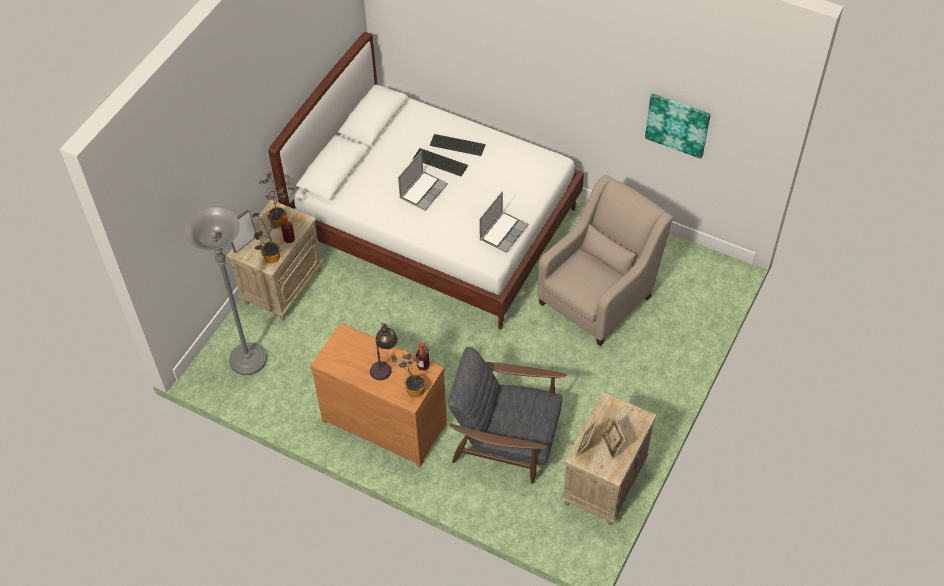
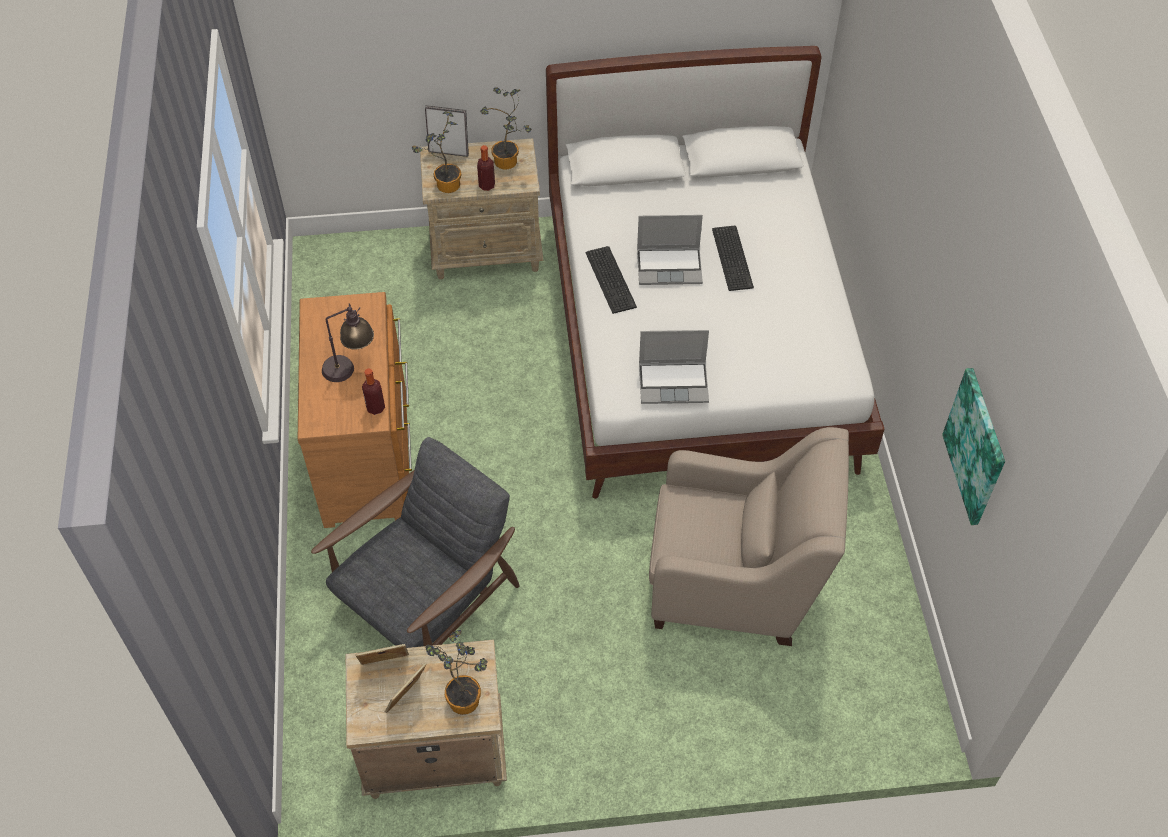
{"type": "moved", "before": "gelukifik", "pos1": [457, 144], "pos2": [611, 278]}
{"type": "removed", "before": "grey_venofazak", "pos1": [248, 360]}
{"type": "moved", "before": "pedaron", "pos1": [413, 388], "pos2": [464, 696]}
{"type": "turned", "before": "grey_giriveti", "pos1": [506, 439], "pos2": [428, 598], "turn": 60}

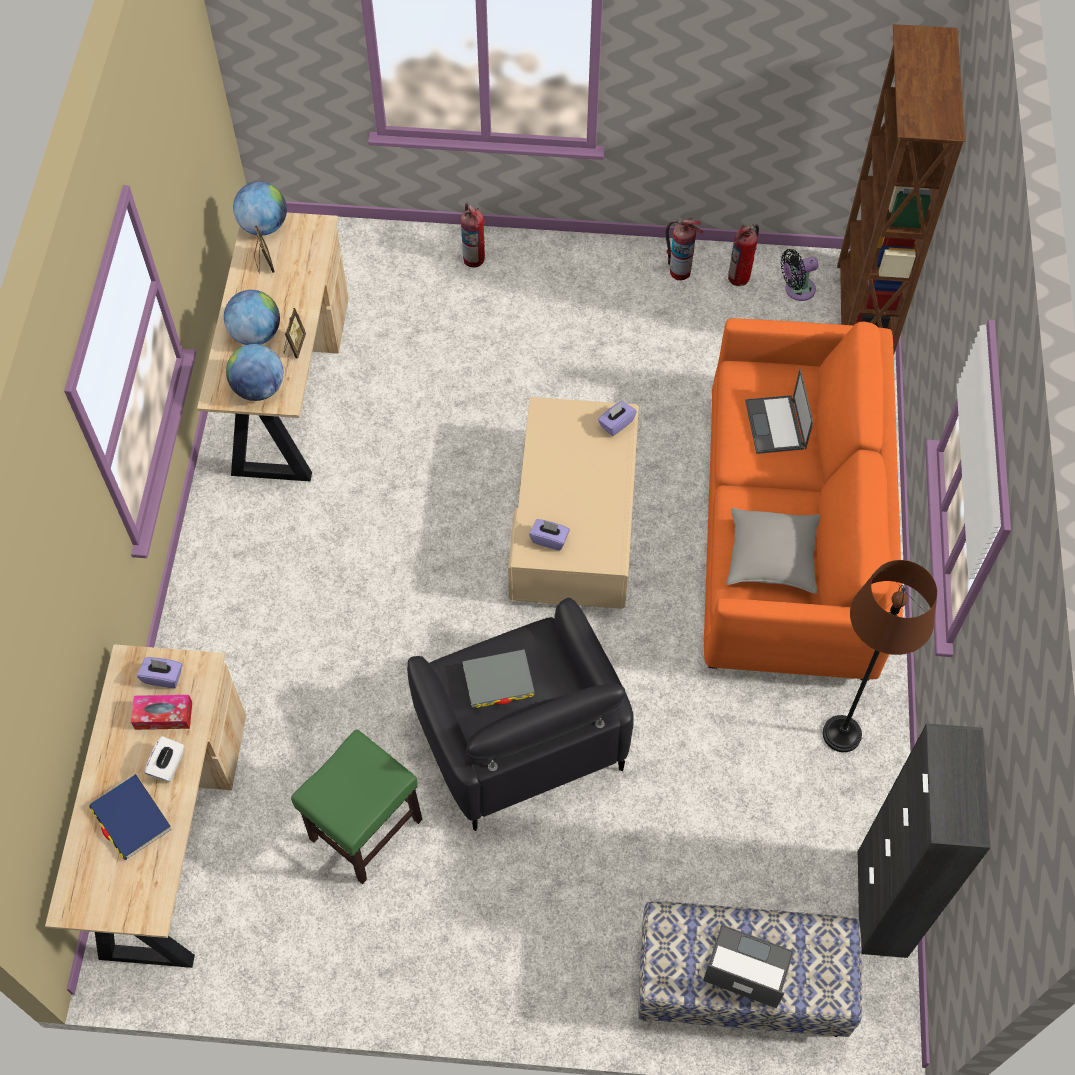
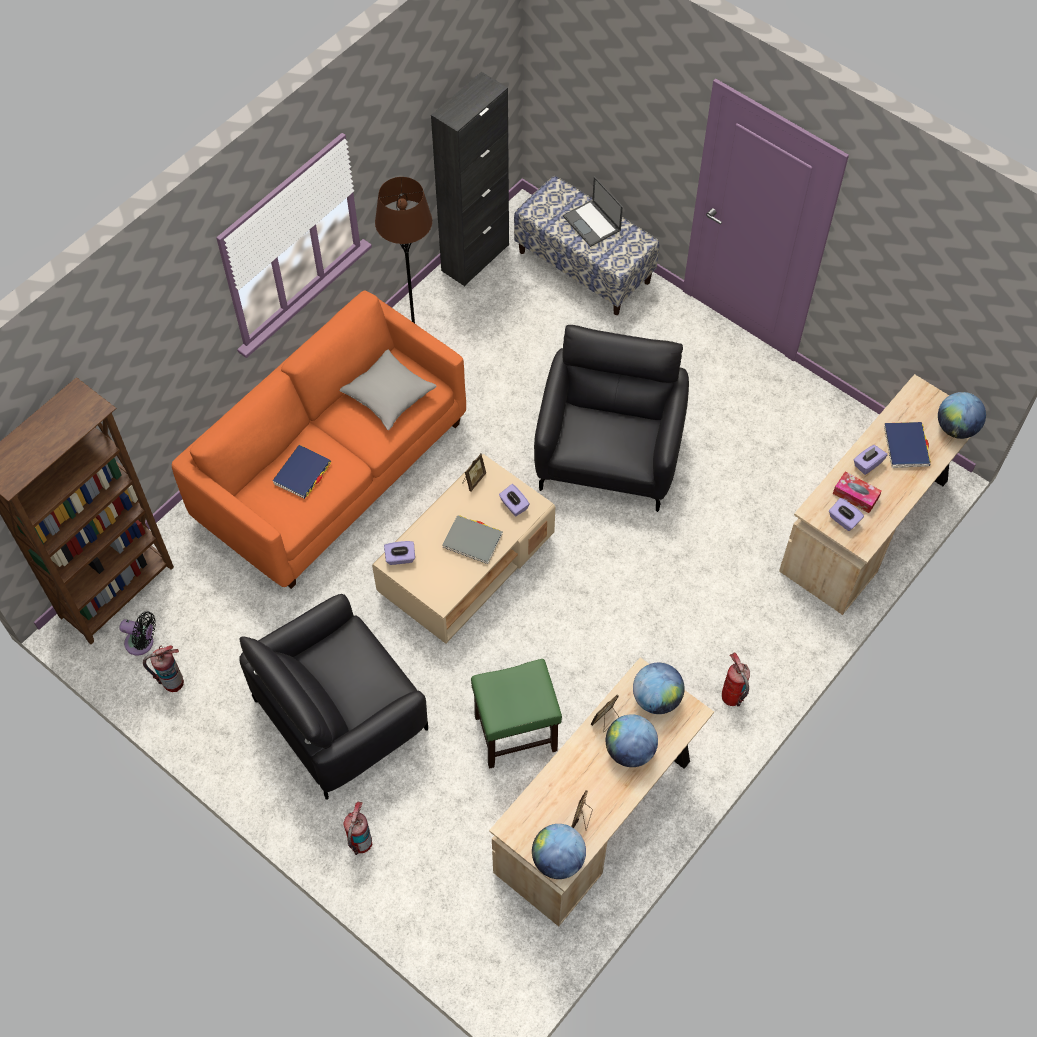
{"type": "moved", "before": "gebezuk", "pos1": [679, 271], "pos2": [731, 697]}
{"type": "replaced", "before": "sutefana", "after": "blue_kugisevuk", "pos1": [776, 425], "pos2": [302, 473]}
{"type": "moved", "before": "grey_kugisevuk", "pos1": [498, 680], "pos2": [472, 541]}
{"type": "moved", "before": "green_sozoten", "pos1": [365, 830], "pos2": [516, 733]}
{"type": "recoloured", "before": "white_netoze", "after": "purple_netoze", "pos1": [168, 765], "pos2": [867, 464]}
{"type": "added", "after": "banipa", "pos2": [956, 428]}
{"type": "added", "after": "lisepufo", "pos2": [473, 480]}
{"type": "added", "after": "black_giriveti", "pos2": [341, 714]}

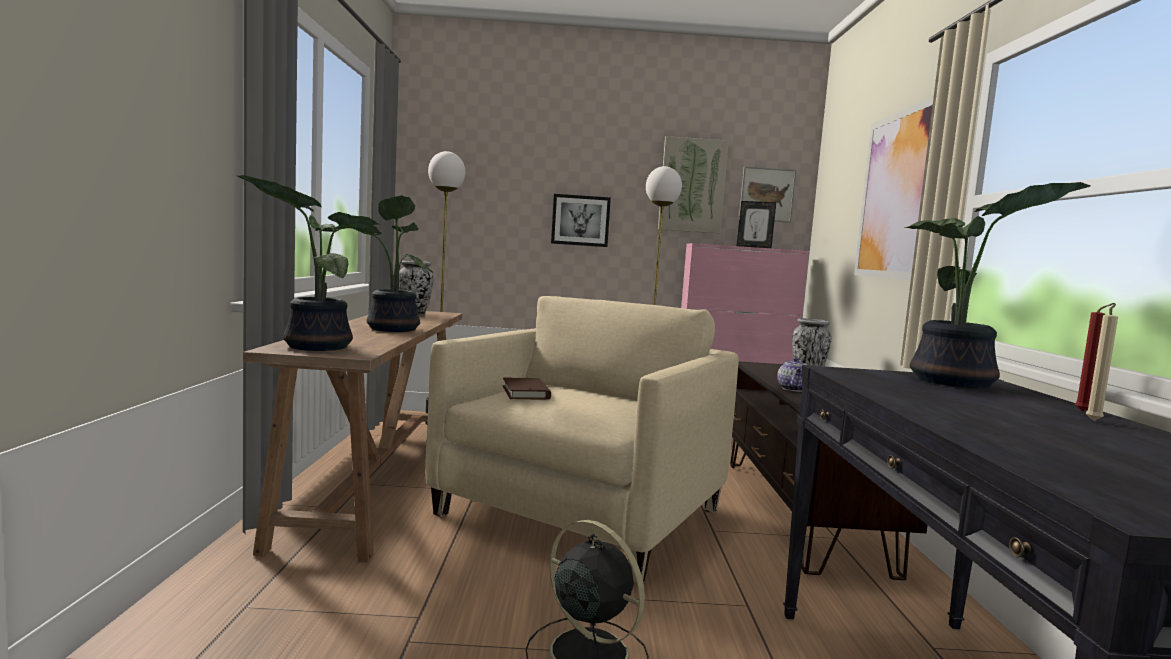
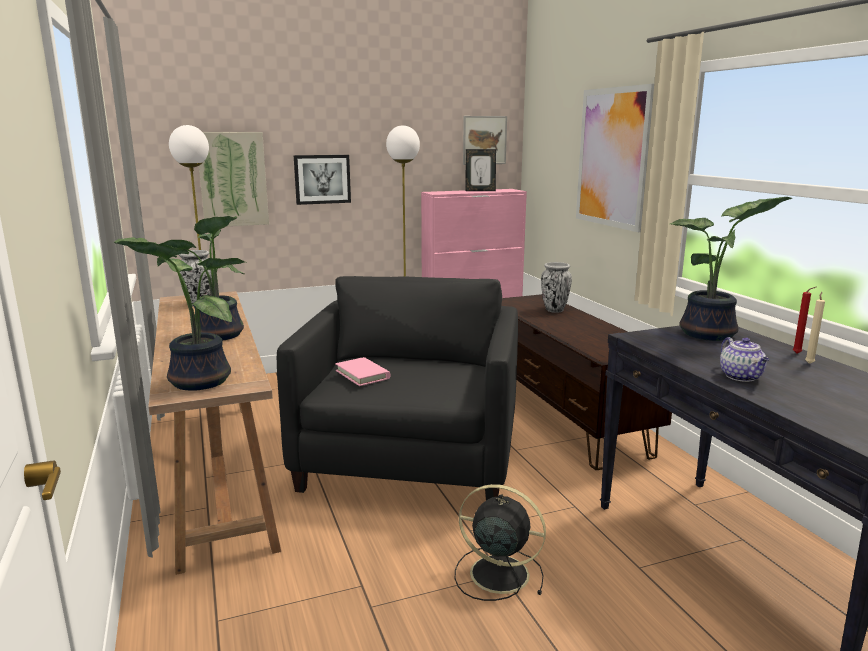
{"type": "moved", "before": "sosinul", "pos1": [692, 185], "pos2": [233, 179]}
{"type": "recoloured", "before": "beige_giriveti", "after": "black_giriveti", "pos1": [580, 512], "pos2": [410, 459]}
{"type": "moved", "before": "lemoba", "pos1": [793, 389], "pos2": [741, 377]}
{"type": "recoloured", "before": "brown_kugisevuk", "after": "pink_kugisevuk", "pos1": [526, 392], "pos2": [362, 374]}

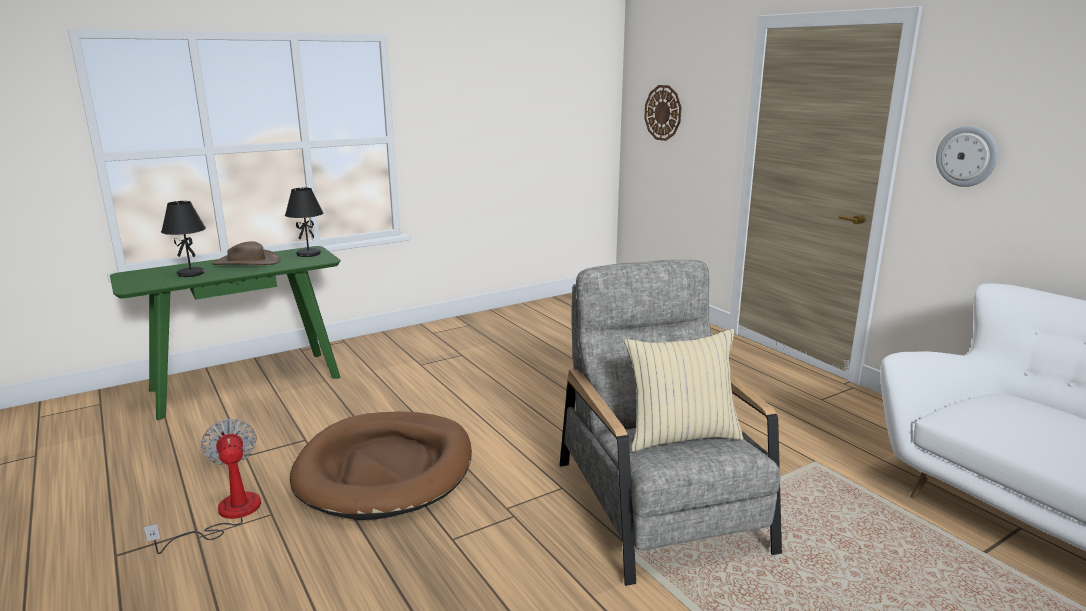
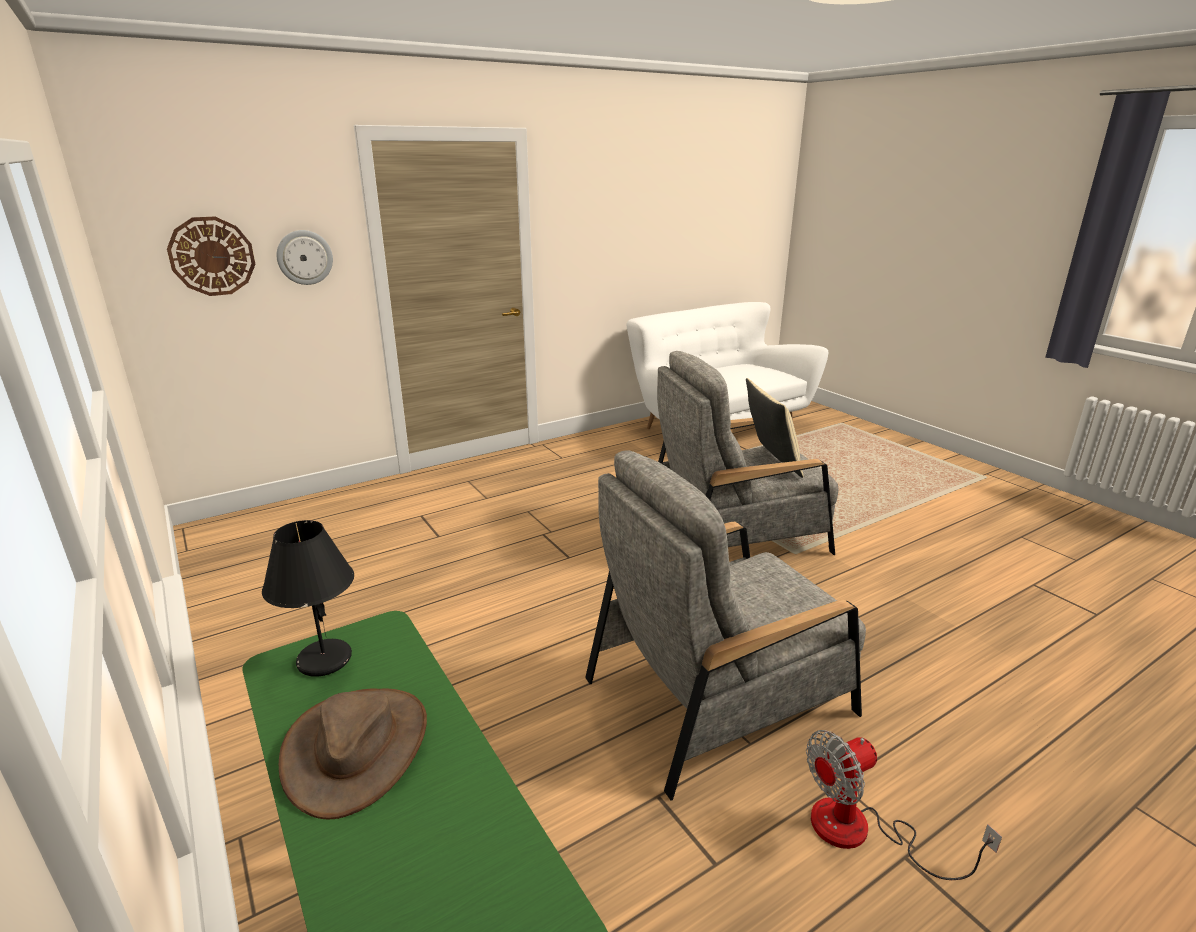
{"type": "moved", "before": "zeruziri", "pos1": [967, 156], "pos2": [304, 257]}
{"type": "removed", "before": "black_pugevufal", "pos1": [191, 273]}
{"type": "replaced", "before": "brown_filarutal", "after": "grey_giriveti", "pos1": [386, 469], "pos2": [718, 695]}

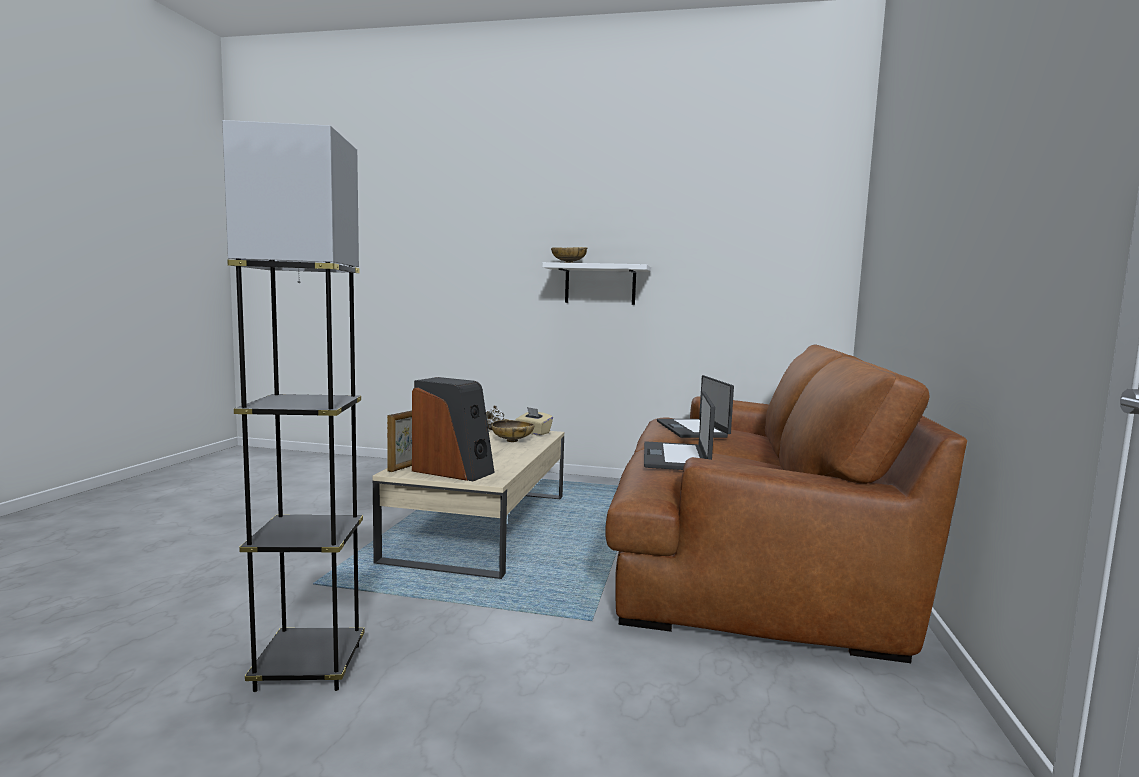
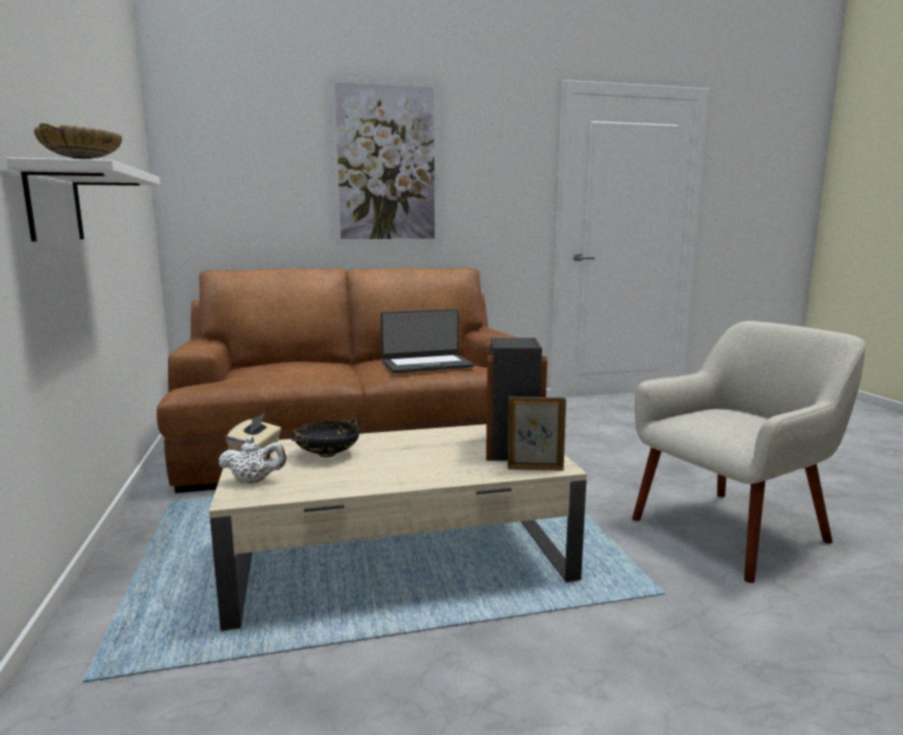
{"type": "replaced", "before": "grey_venofazak", "after": "beige_giriveti", "pos1": [309, 667], "pos2": [733, 530]}
{"type": "removed", "before": "sutefana", "pos1": [693, 429]}
{"type": "recoloured", "before": "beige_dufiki", "after": "black_dufiki", "pos1": [512, 441], "pos2": [327, 454]}
{"type": "added", "after": "sosinul", "pos2": [386, 164]}

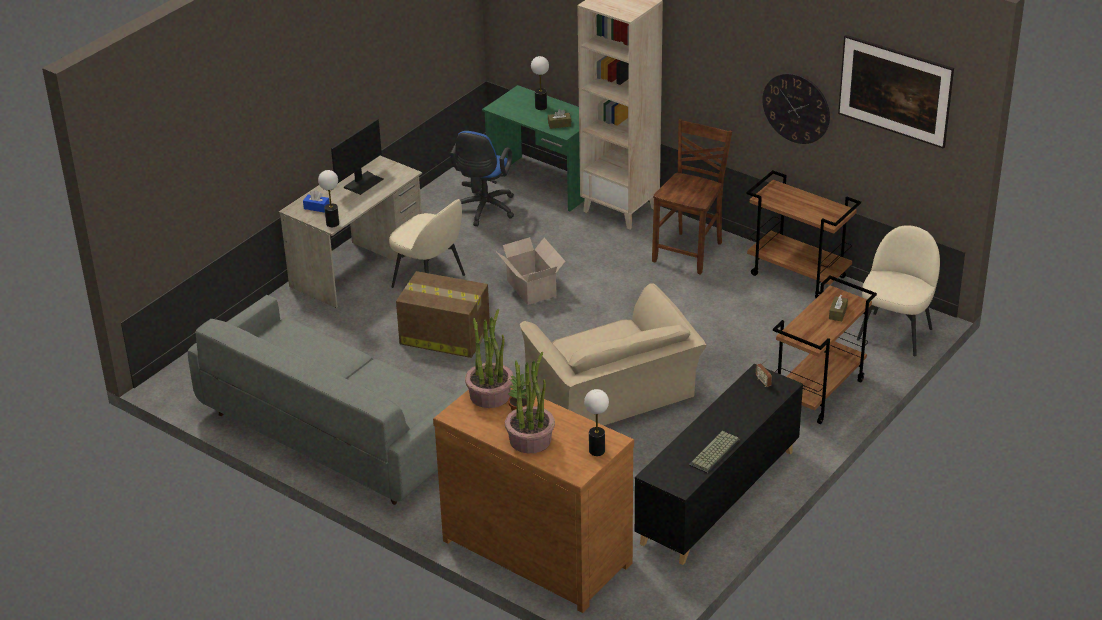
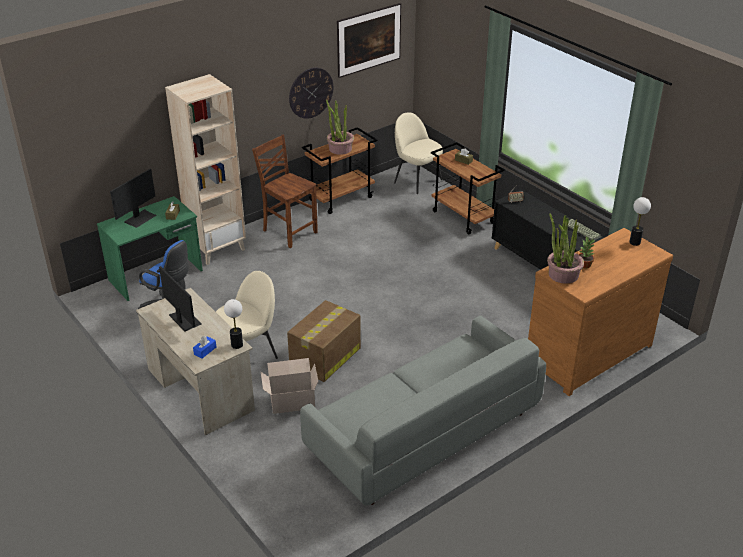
{"type": "replaced", "before": "pugevufal", "after": "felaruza", "pos1": [541, 107], "pos2": [140, 218]}
{"type": "moved", "before": "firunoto", "pos1": [531, 287], "pos2": [291, 401]}
{"type": "removed", "before": "beige_giriveti", "pos1": [613, 393]}
{"type": "moved", "before": "pedaron", "pos1": [530, 439], "pos2": [340, 149]}

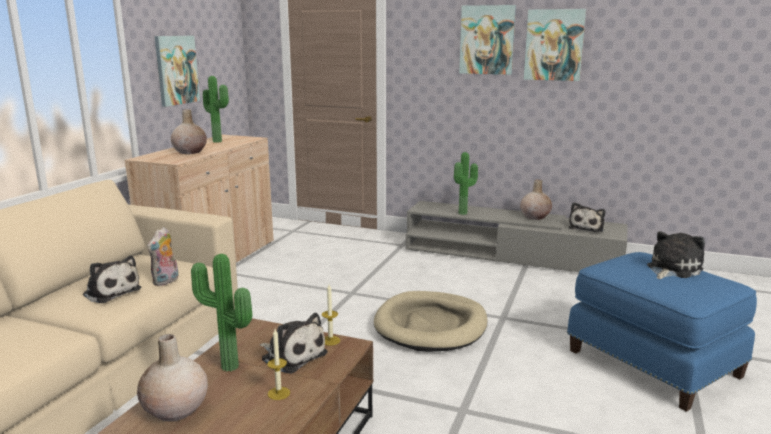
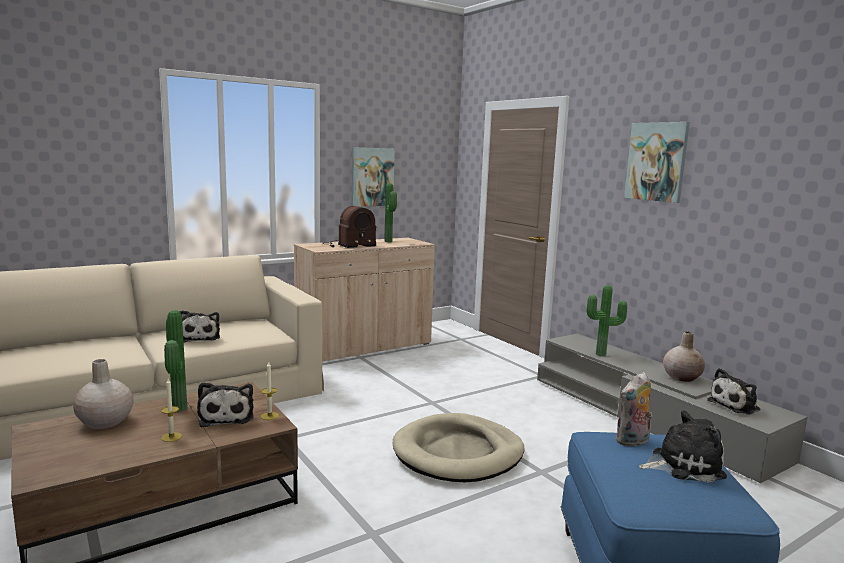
{"type": "removed", "before": "sosinul", "pos1": [554, 45]}
{"type": "replaced", "before": "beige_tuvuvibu", "after": "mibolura", "pos1": [190, 152], "pos2": [348, 245]}
{"type": "moved", "before": "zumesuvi", "pos1": [166, 281], "pos2": [633, 442]}

